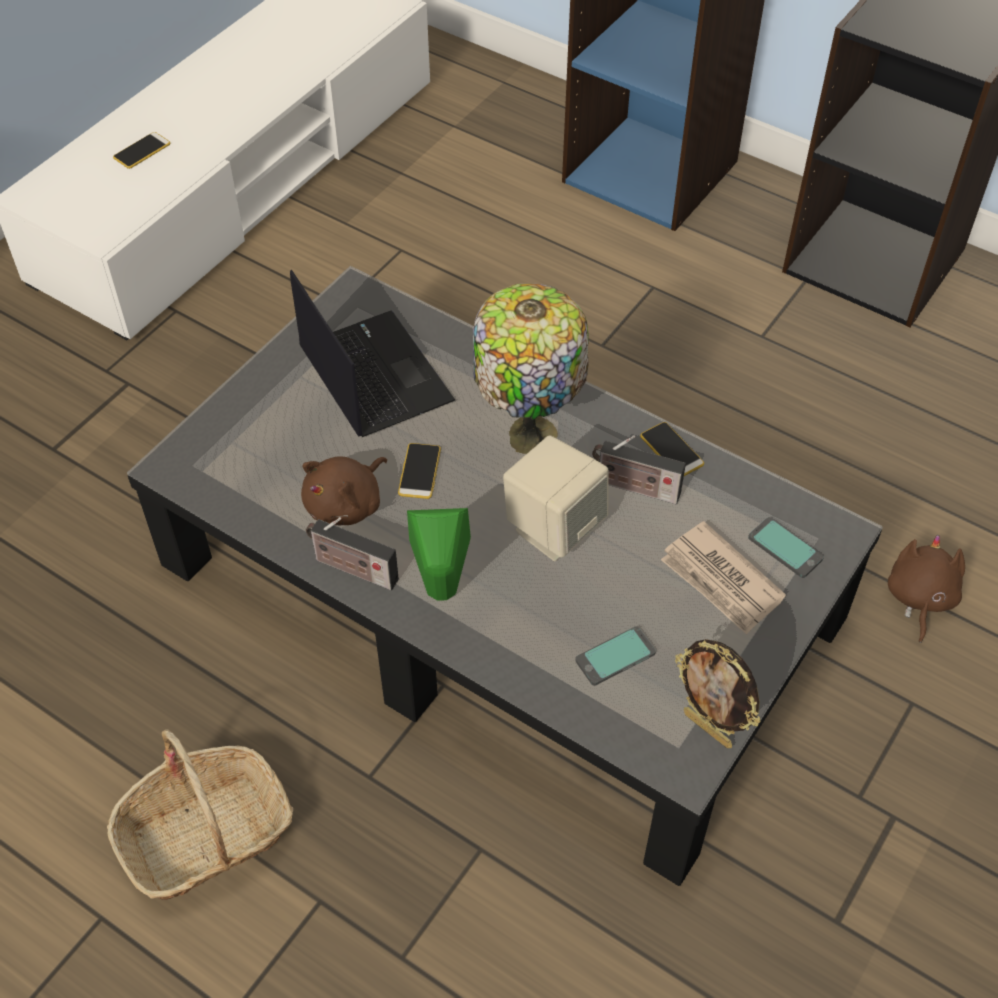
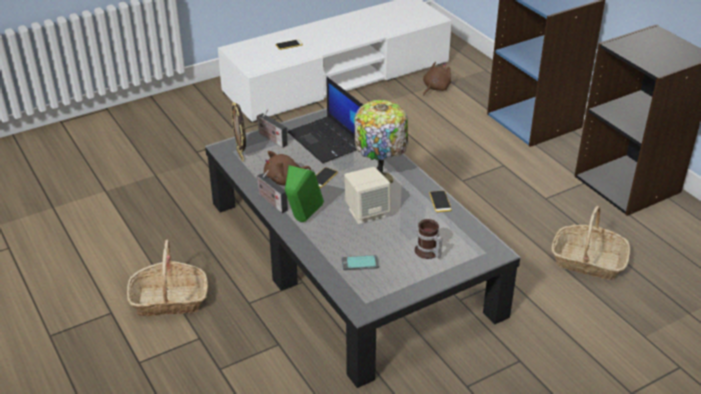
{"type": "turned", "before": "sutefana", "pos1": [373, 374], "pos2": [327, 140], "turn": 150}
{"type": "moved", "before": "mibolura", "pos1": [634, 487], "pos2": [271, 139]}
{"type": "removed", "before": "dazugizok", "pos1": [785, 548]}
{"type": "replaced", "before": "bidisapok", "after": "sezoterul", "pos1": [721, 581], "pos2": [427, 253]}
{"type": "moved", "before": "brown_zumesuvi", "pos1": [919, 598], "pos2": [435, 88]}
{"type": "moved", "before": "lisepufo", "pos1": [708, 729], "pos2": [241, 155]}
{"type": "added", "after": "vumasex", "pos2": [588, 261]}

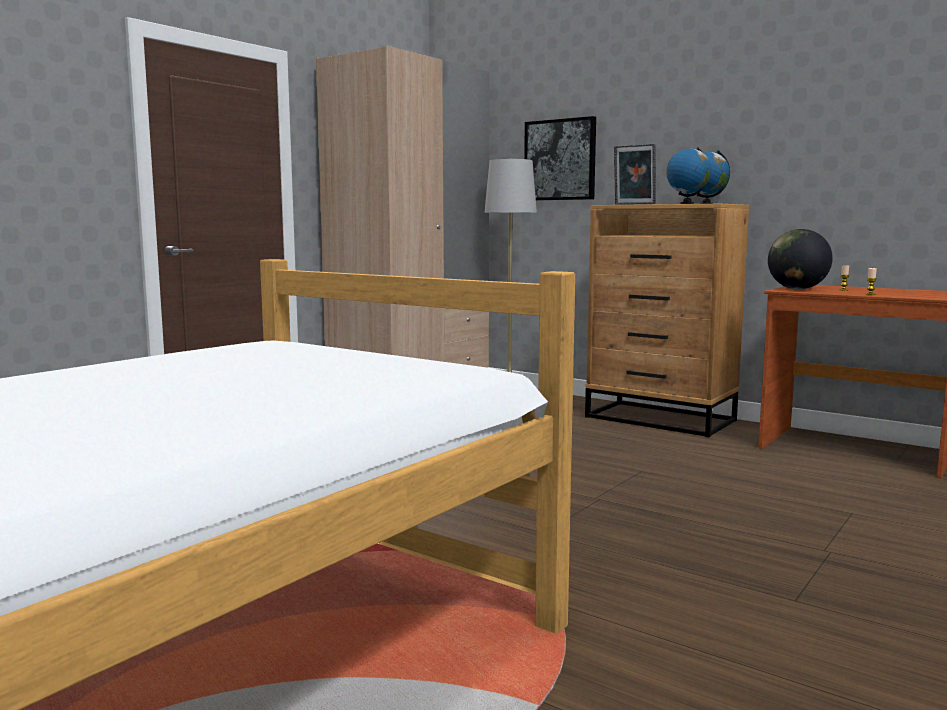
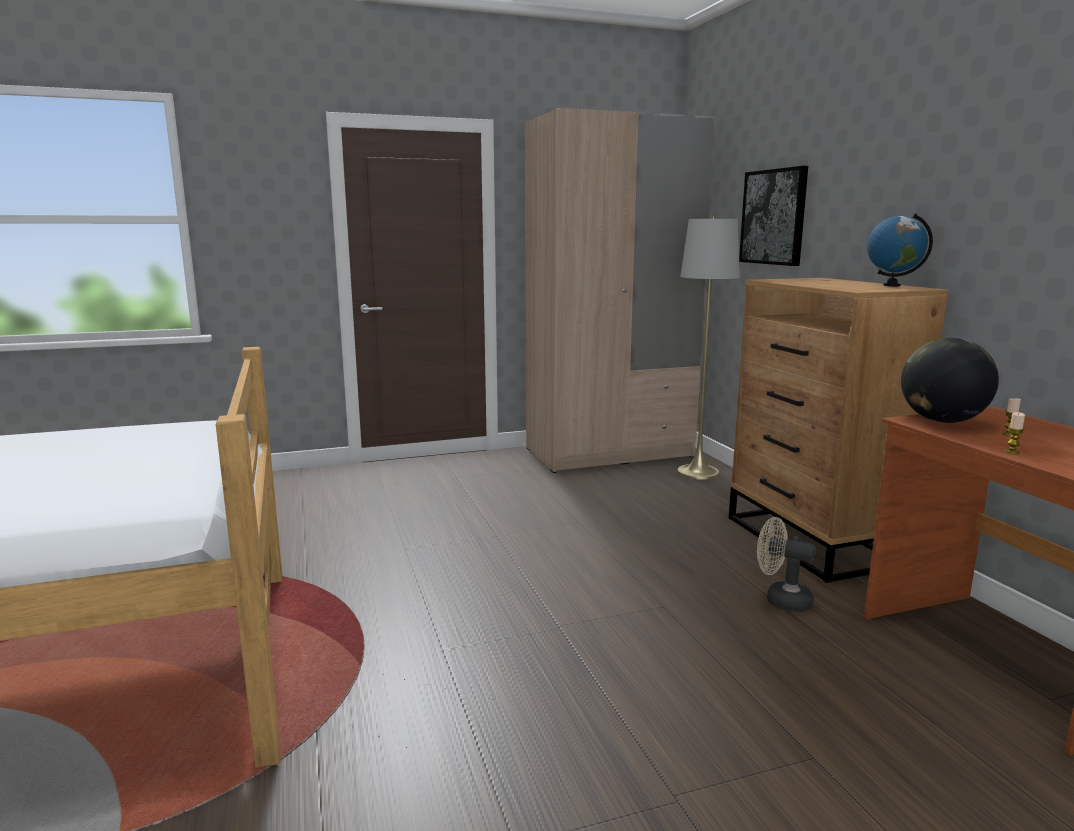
{"type": "removed", "before": "lisepufo", "pos1": [633, 204]}
{"type": "removed", "before": "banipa", "pos1": [687, 203]}
{"type": "added", "after": "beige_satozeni", "pos2": [781, 600]}

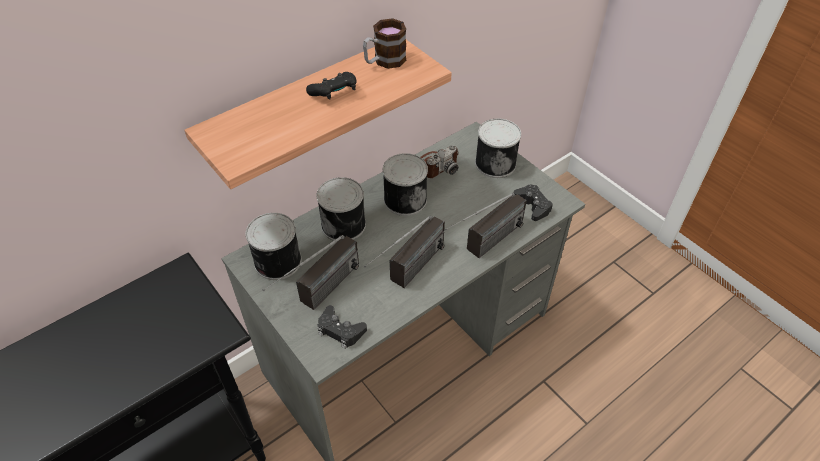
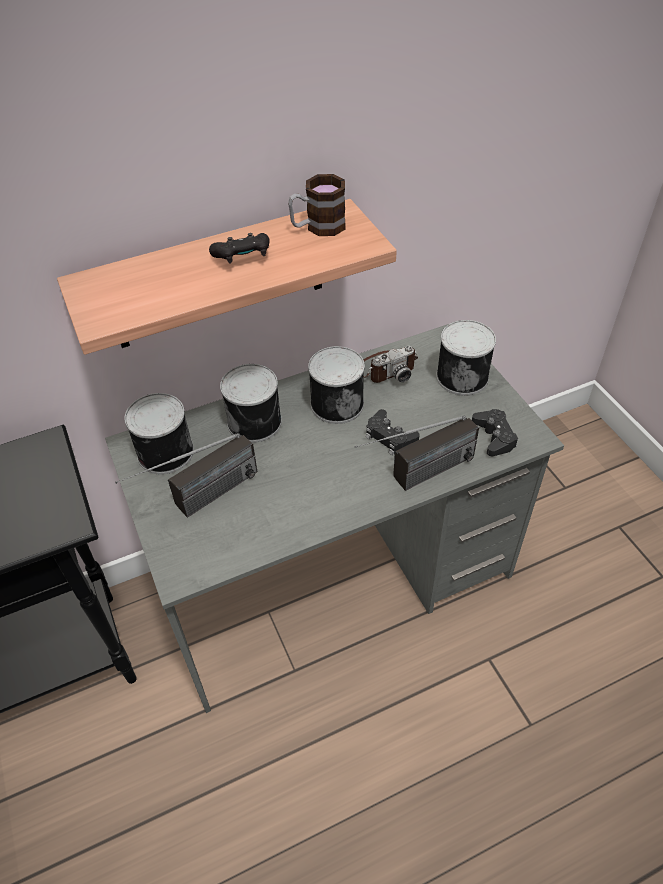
{"type": "removed", "before": "mibolura", "pos1": [408, 275]}
{"type": "moved", "before": "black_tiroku", "pos1": [340, 330], "pos2": [389, 437]}

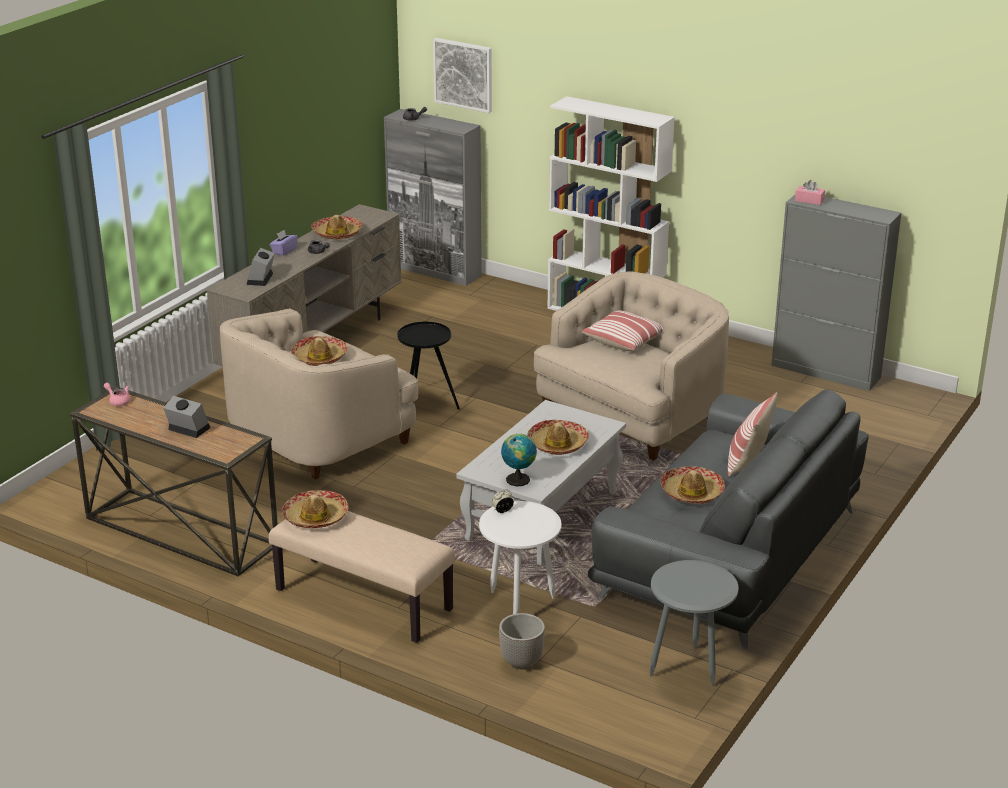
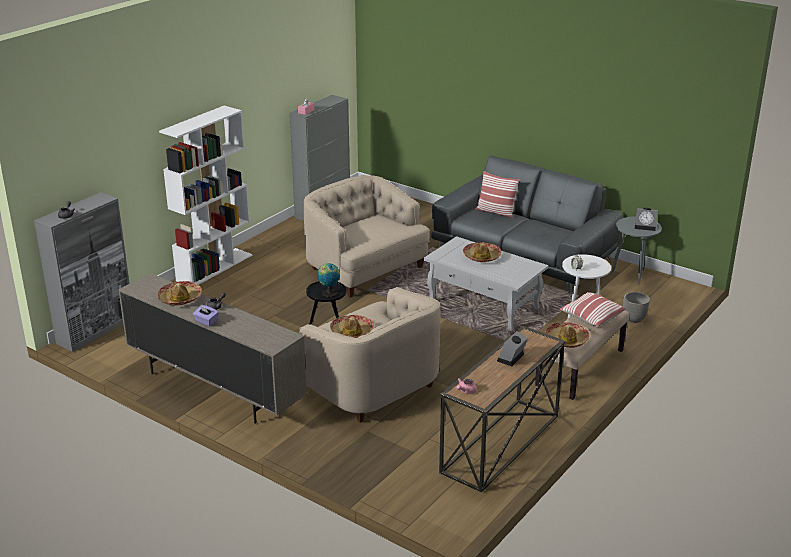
{"type": "removed", "before": "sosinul", "pos1": [463, 74]}
{"type": "moved", "before": "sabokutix", "pos1": [261, 279], "pos2": [645, 226]}
{"type": "moved", "before": "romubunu", "pos1": [625, 340], "pos2": [591, 317]}
{"type": "moved", "before": "banipa", "pos1": [518, 479], "pos2": [328, 293]}
{"type": "removed", "before": "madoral", "pos1": [692, 492]}

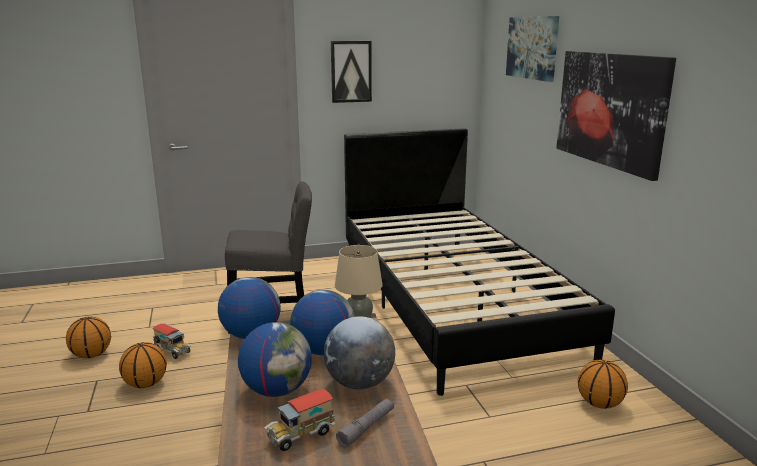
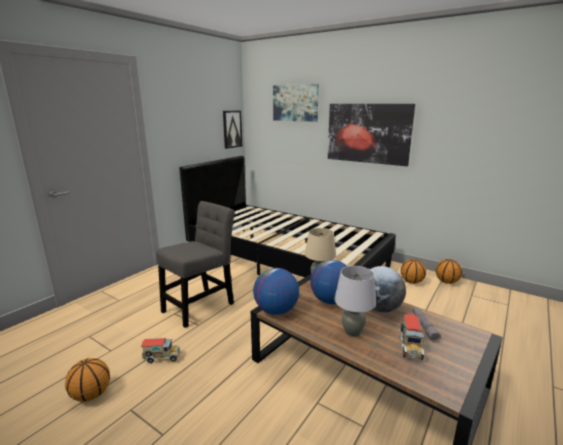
{"type": "moved", "before": "sosinul", "pos1": [351, 71], "pos2": [232, 129]}
{"type": "replaced", "before": "banipa", "after": "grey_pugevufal", "pos1": [277, 390], "pos2": [352, 332]}
{"type": "moved", "before": "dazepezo", "pos1": [145, 384], "pos2": [447, 282]}

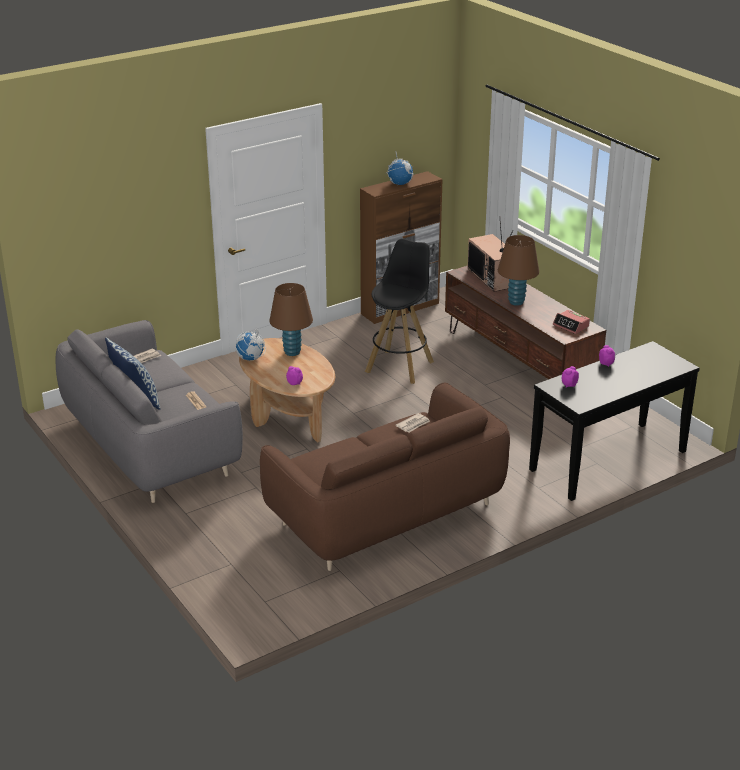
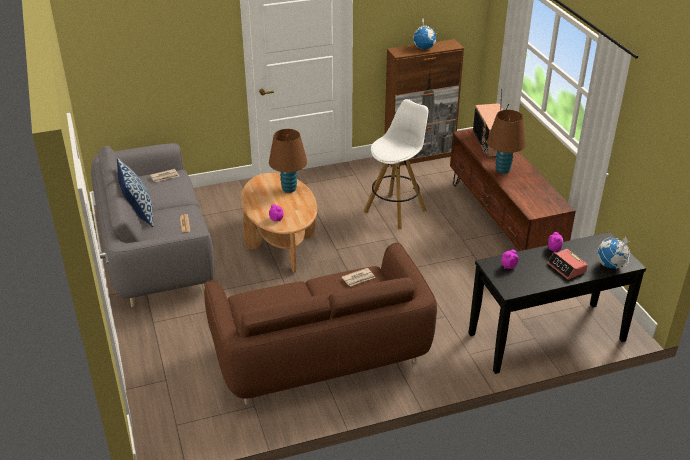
{"type": "recoloured", "before": "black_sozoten", "after": "white_sozoten", "pos1": [400, 366], "pos2": [395, 211]}
{"type": "moved", "before": "sabokutix", "pos1": [571, 326], "pos2": [566, 268]}
{"type": "moved", "before": "banipa", "pos1": [251, 358], "pos2": [610, 265]}

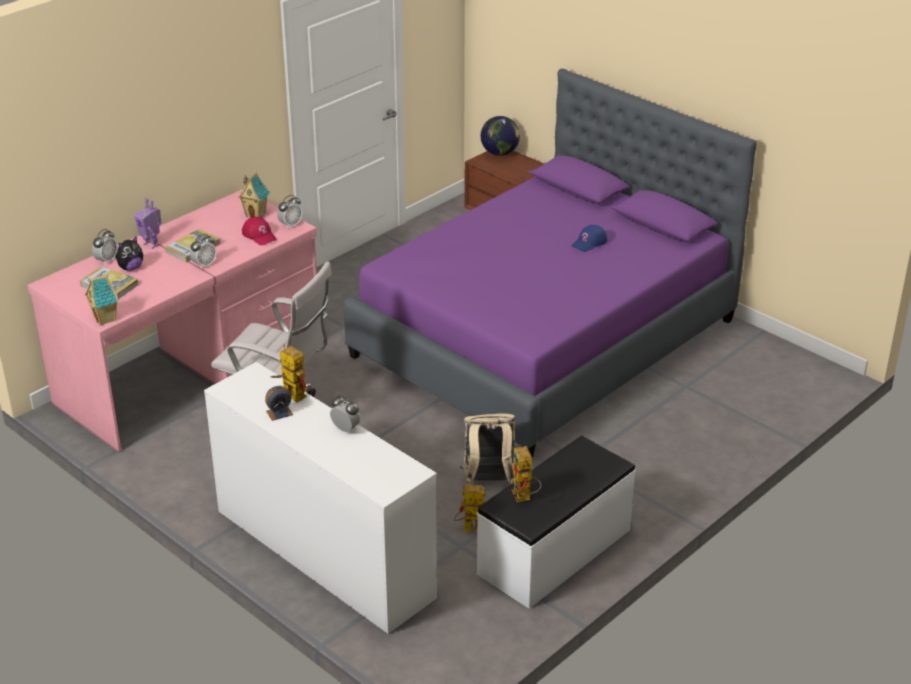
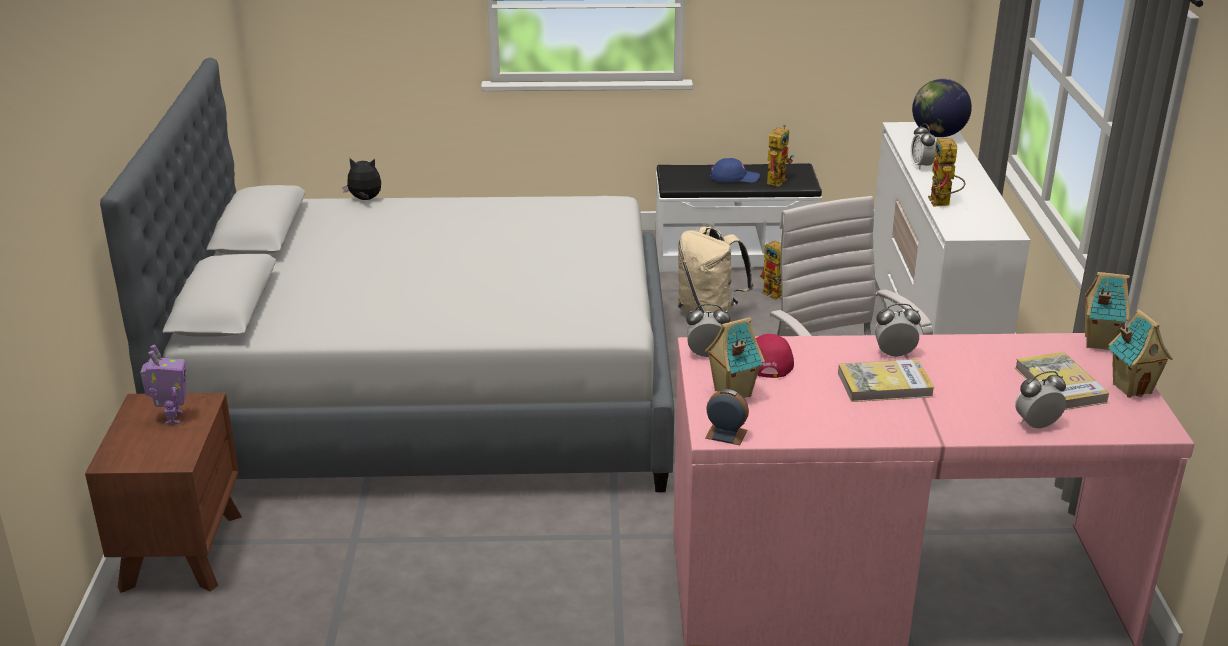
{"type": "recoloured", "before": "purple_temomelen", "after": "grey_temomelen", "pos1": [545, 338], "pos2": [431, 394]}
{"type": "moved", "before": "banipa", "pos1": [499, 153], "pos2": [938, 135]}
{"type": "moved", "before": "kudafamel", "pos1": [151, 244], "pos2": [172, 418]}
{"type": "moved", "before": "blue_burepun", "pos1": [589, 243], "pos2": [734, 177]}
{"type": "moved", "before": "zumesuvi", "pos1": [130, 268], "pos2": [365, 200]}
{"type": "moved", "before": "sabokutix", "pos1": [279, 413], "pos2": [726, 434]}
{"type": "added", "after": "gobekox", "pos2": [1131, 388]}

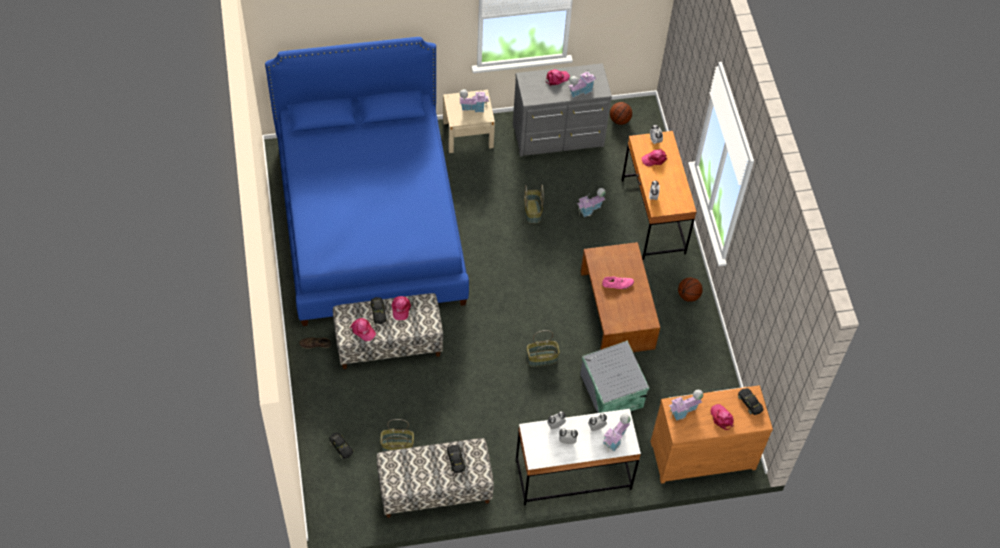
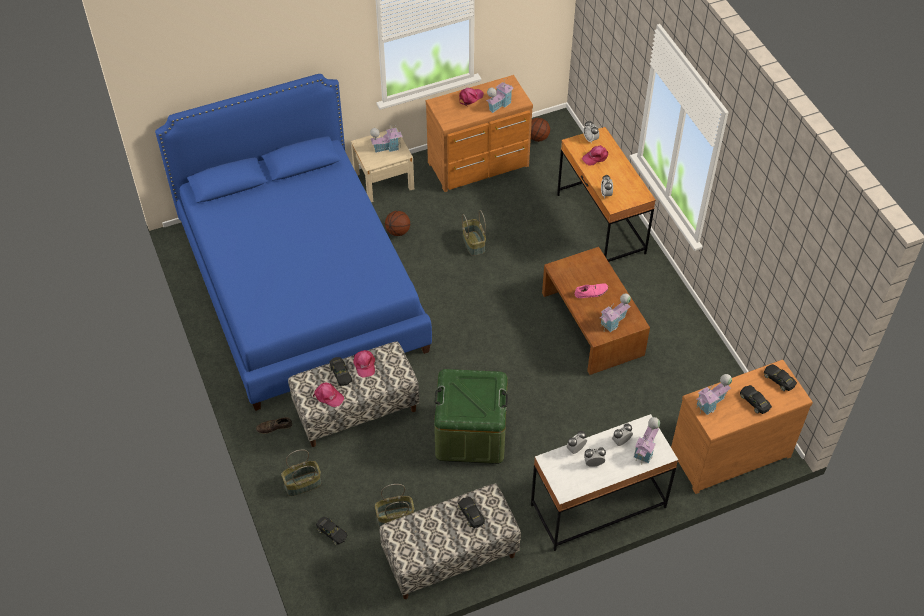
{"type": "recoloured", "before": "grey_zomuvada", "after": "brown_zomuvada", "pos1": [559, 137], "pos2": [480, 165]}
{"type": "moved", "before": "gobekox", "pos1": [590, 209], "pos2": [614, 321]}
{"type": "moved", "before": "dazepezo", "pos1": [688, 295], "pos2": [398, 231]}
{"type": "moved", "before": "vumasex", "pos1": [541, 359], "pos2": [302, 484]}
{"type": "removed", "before": "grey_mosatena", "pos1": [611, 391]}
{"type": "replaced", "before": "pink_burepun", "after": "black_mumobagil", "pos1": [722, 418], "pos2": [754, 401]}
{"type": "added", "after": "green_mosatena", "pos2": [471, 434]}

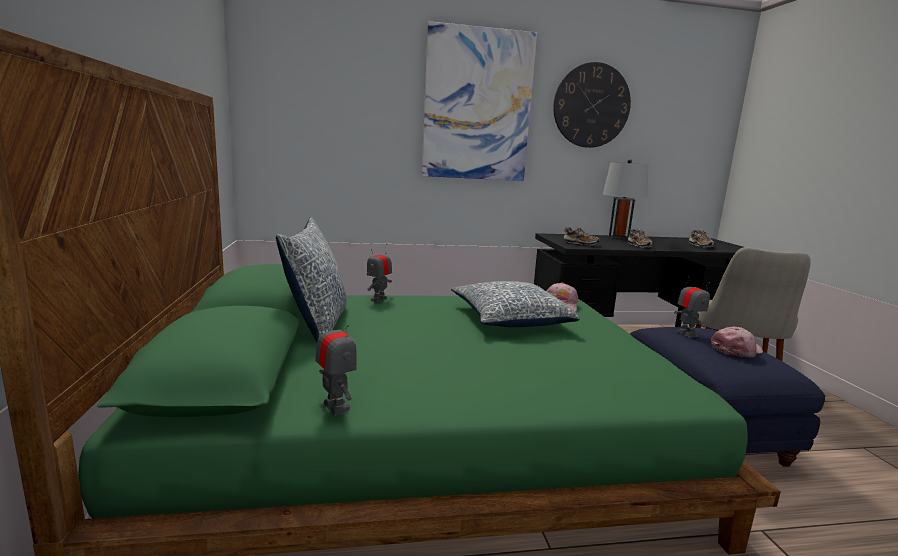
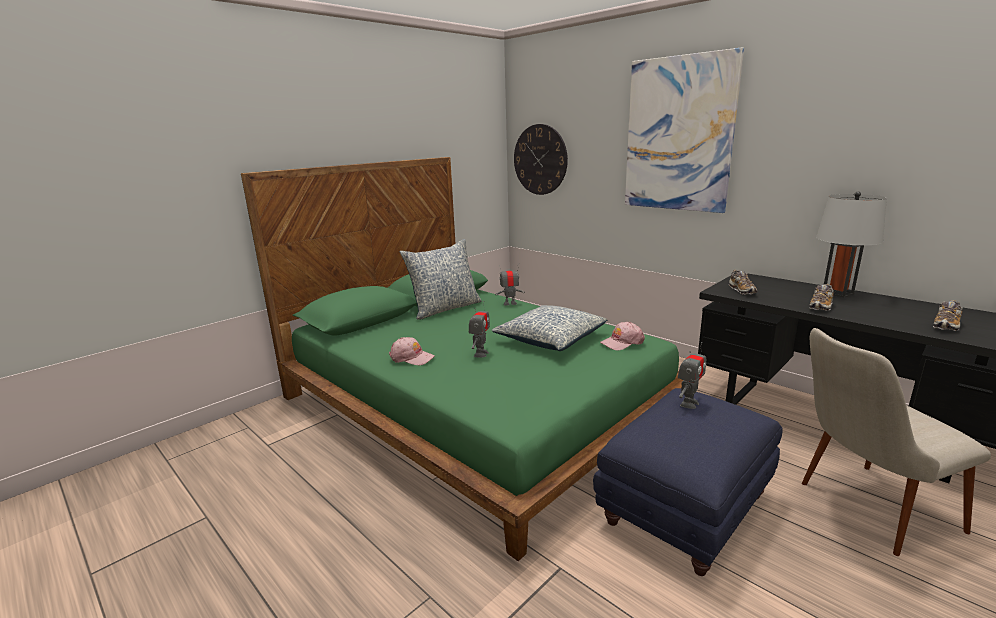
{"type": "moved", "before": "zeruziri", "pos1": [591, 105], "pos2": [540, 160]}
{"type": "moved", "before": "kudafamel", "pos1": [336, 407], "pos2": [480, 354]}
{"type": "moved", "before": "pink_burepun", "pos1": [736, 349], "pos2": [411, 357]}

